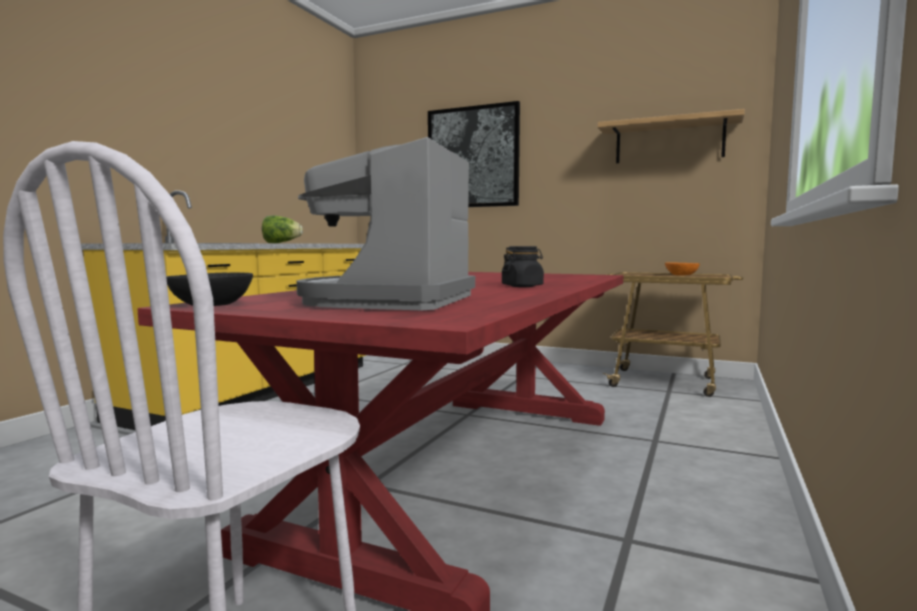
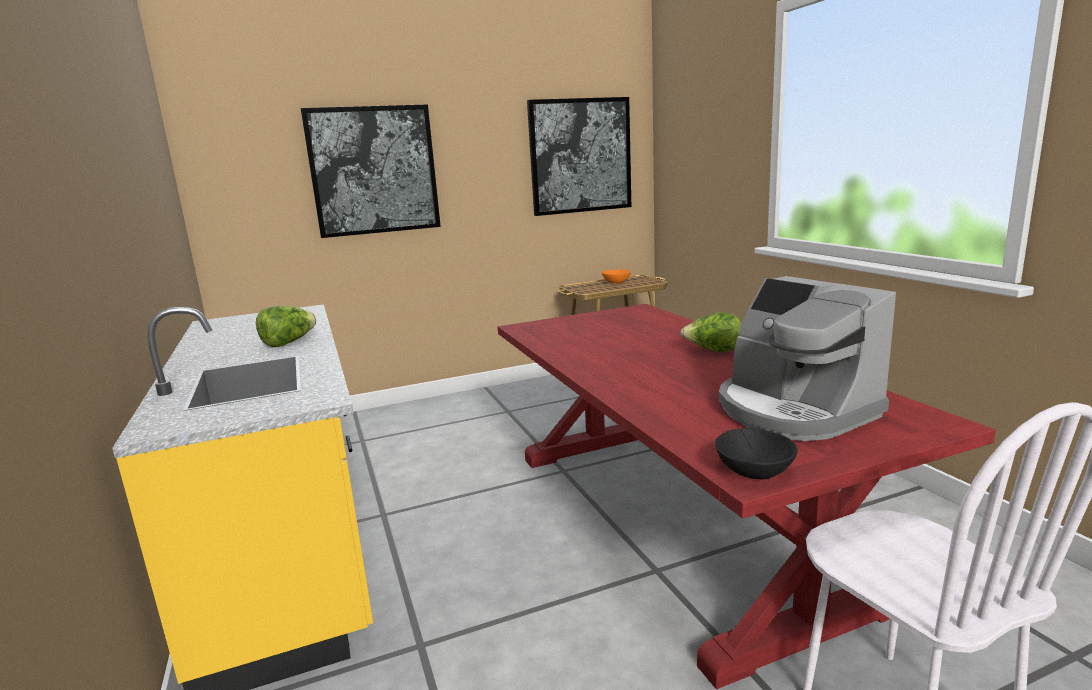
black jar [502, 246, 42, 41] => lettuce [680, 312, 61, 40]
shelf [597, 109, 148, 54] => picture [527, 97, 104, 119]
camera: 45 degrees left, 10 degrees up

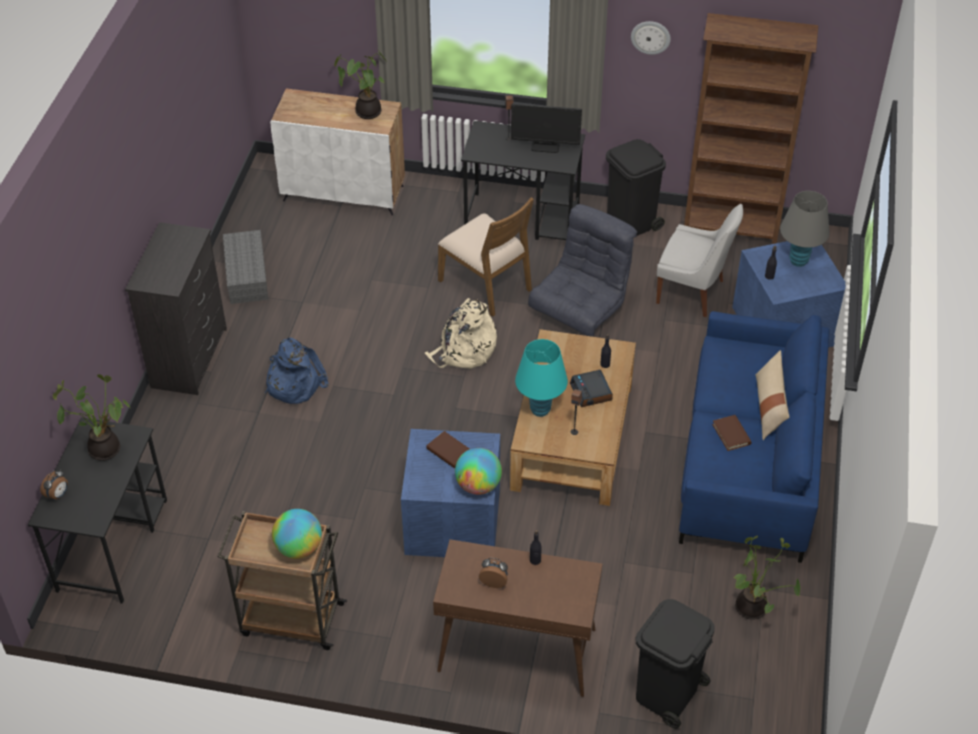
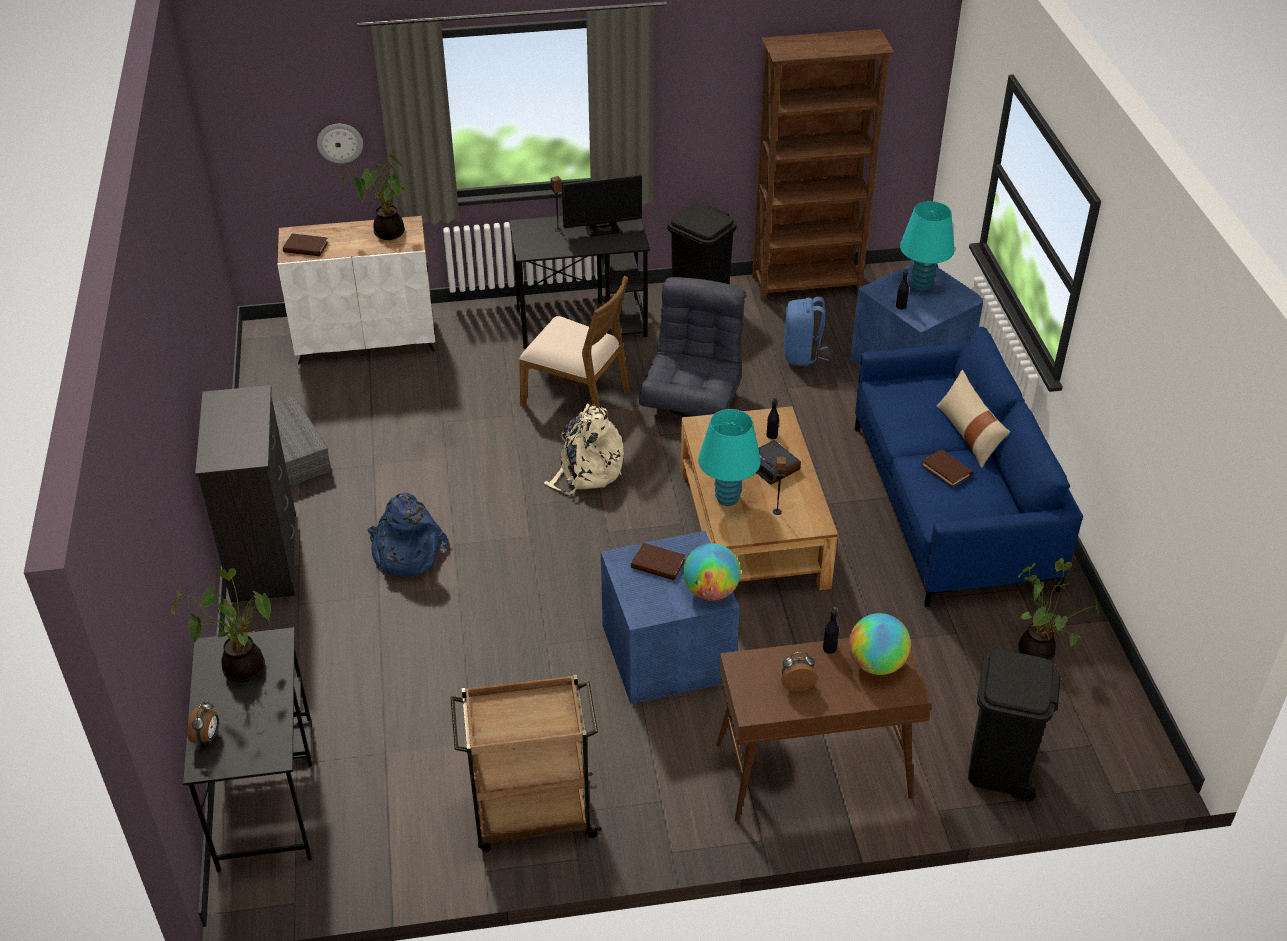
nothing => brown book [283, 234, 45, 22]
globe [272, 509, 50, 50] => globe [849, 613, 62, 62], relocated
wall clock [631, 21, 40, 34] => wall clock [317, 124, 46, 39], relocated
white chair [656, 204, 87, 114] => blue backpack [784, 297, 45, 69]
grey table lamp [780, 191, 49, 76] => turquoise table lamp [900, 201, 55, 90]
camera: 20 degrees left, 5 degrees down

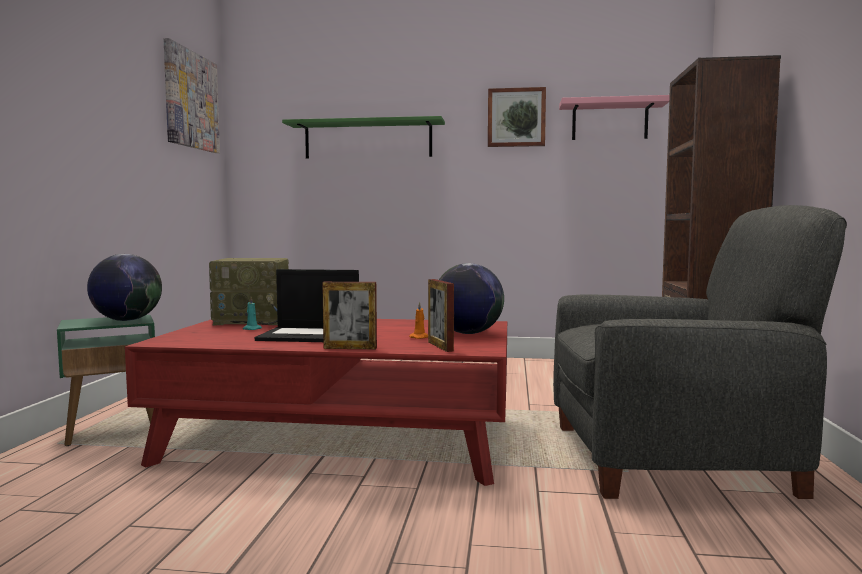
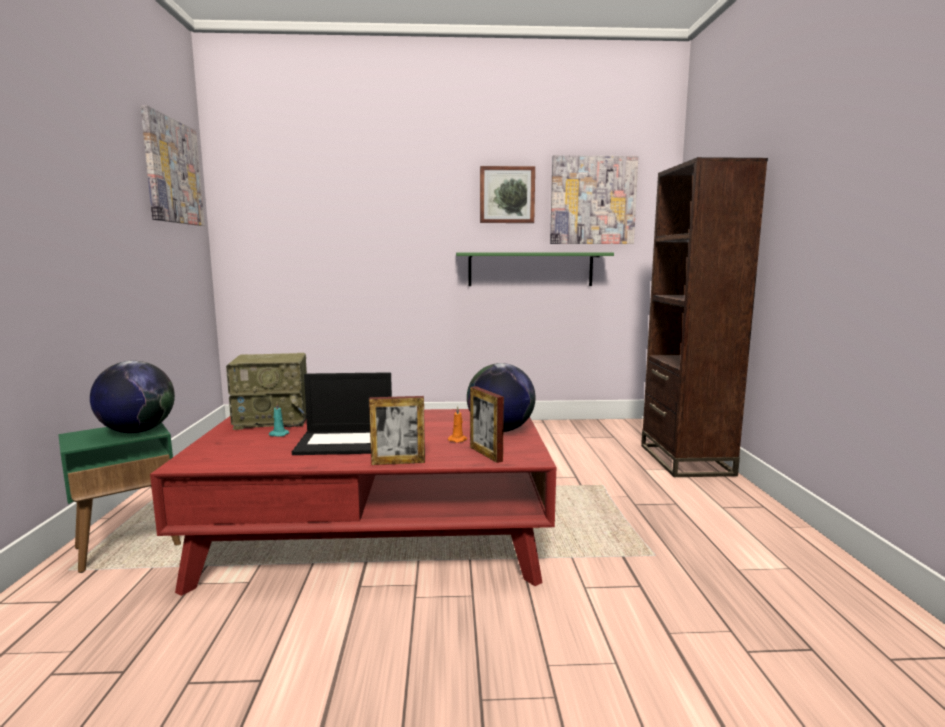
grey armchair [553, 205, 294, 294] => nothing
green shelf [282, 116, 163, 43] => green shelf [456, 252, 158, 34], relocated
pink shelf [559, 95, 111, 45] => picture [550, 155, 89, 89]
camera: 10 degrees left, 5 degrees up

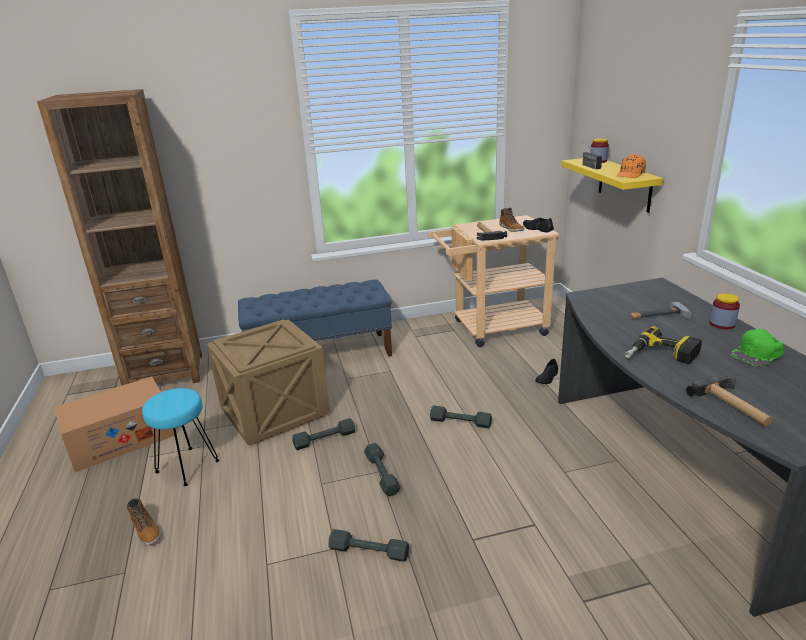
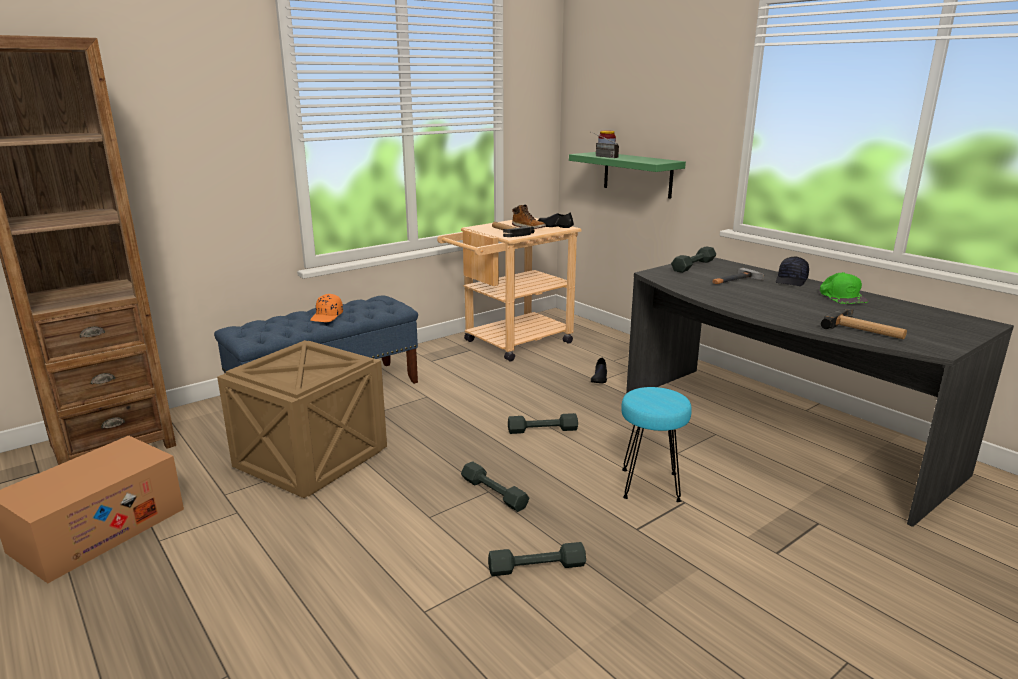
boot [127, 498, 34, 47] => nothing
power drill [625, 326, 77, 38] => nothing
turquoise stool [142, 388, 78, 98] => turquoise stool [621, 387, 71, 115], relocated
grey dumbbell [292, 418, 63, 32] => grey dumbbell [671, 246, 45, 27], relocated
orange cap [616, 154, 30, 24] => orange cap [310, 294, 33, 28], relocated
jar [709, 293, 31, 36] => black cap [776, 257, 33, 29]
yellow shelf [561, 158, 102, 55] => green shelf [569, 152, 117, 47]
green cap [730, 329, 54, 37] => green cap [820, 272, 48, 32], 45 degrees counterclockwise
camera: 25 degrees left, 5 degrees down

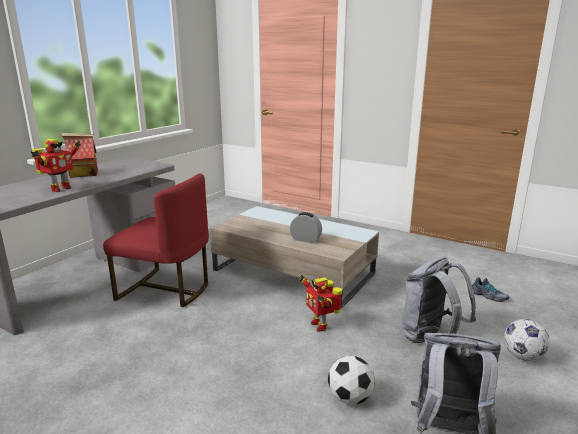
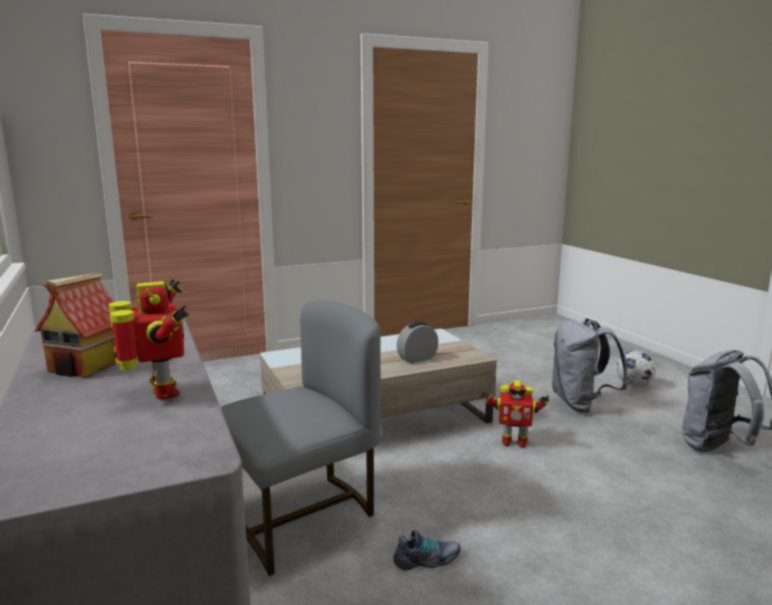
football [328, 356, 47, 49] => nothing
shoe [472, 277, 37, 25] => shoe [393, 530, 68, 40], relocated
red chair [103, 173, 106, 134] => grey chair [220, 300, 161, 276]
camera: 55 degrees left, 5 degrees down

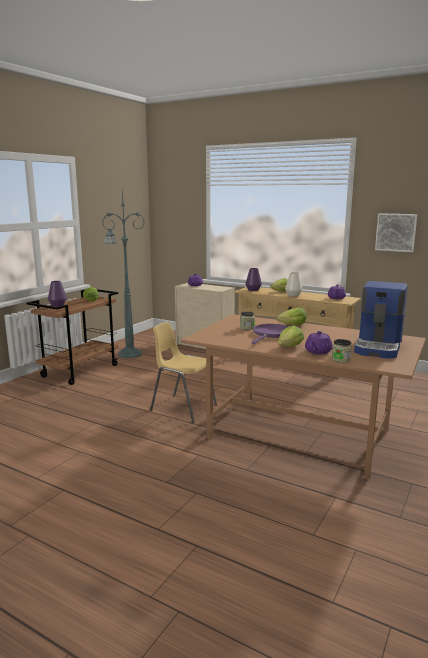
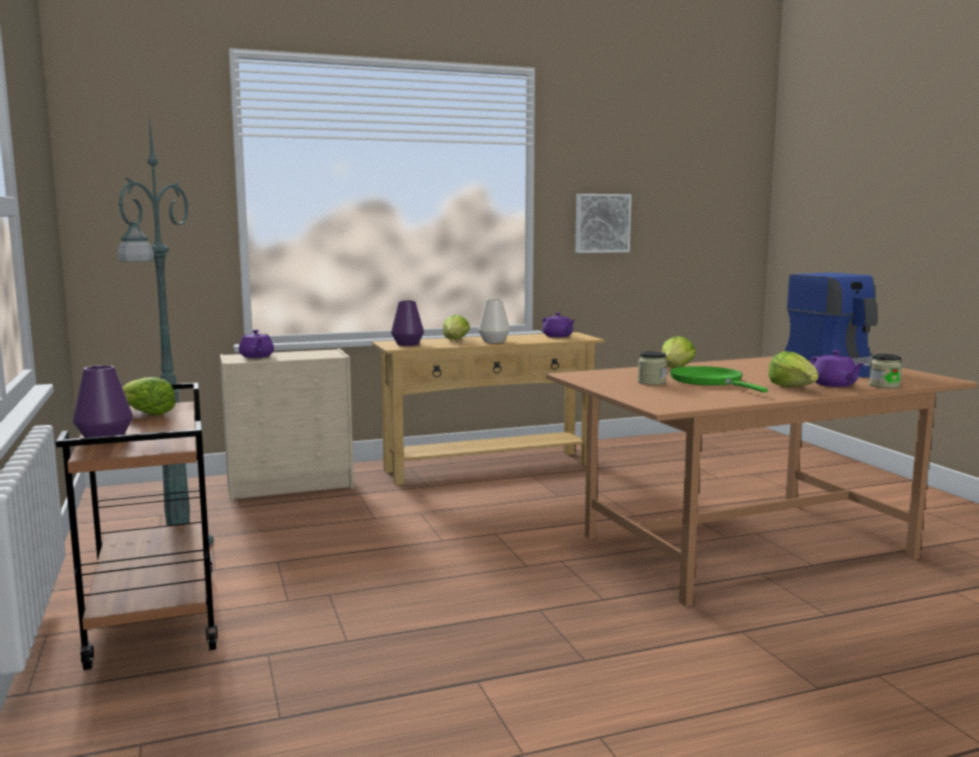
yellow chair [150, 322, 67, 100] => nothing
purple frying pan [252, 324, 37, 20] => green frying pan [669, 366, 99, 26]
camera: 50 degrees left, 5 degrees down

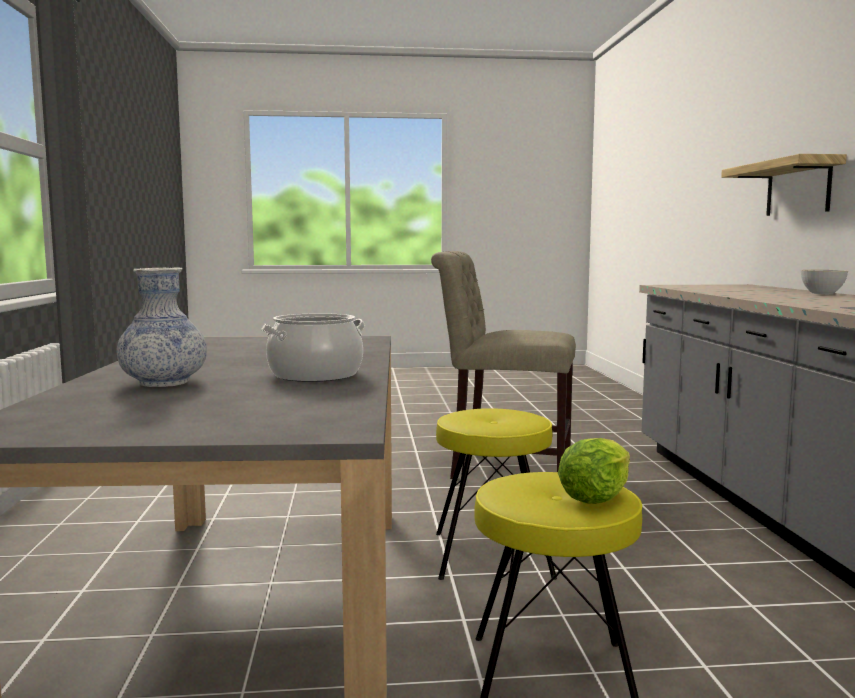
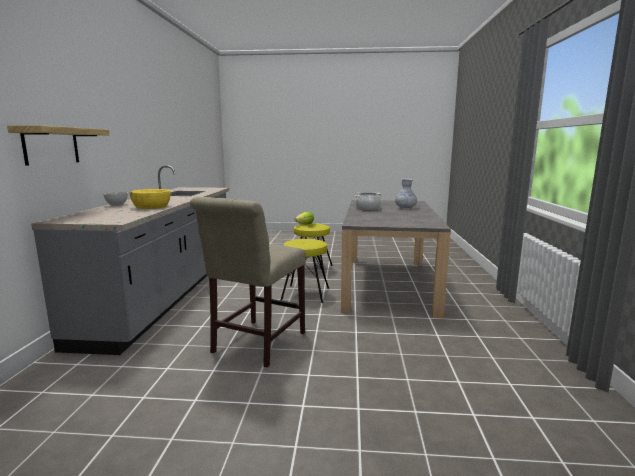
nothing => yellow bowl [130, 189, 41, 20]
beige chair [431, 251, 145, 228] => beige chair [190, 197, 116, 170], 90 degrees clockwise
camera: 170 degrees left, 5 degrees up

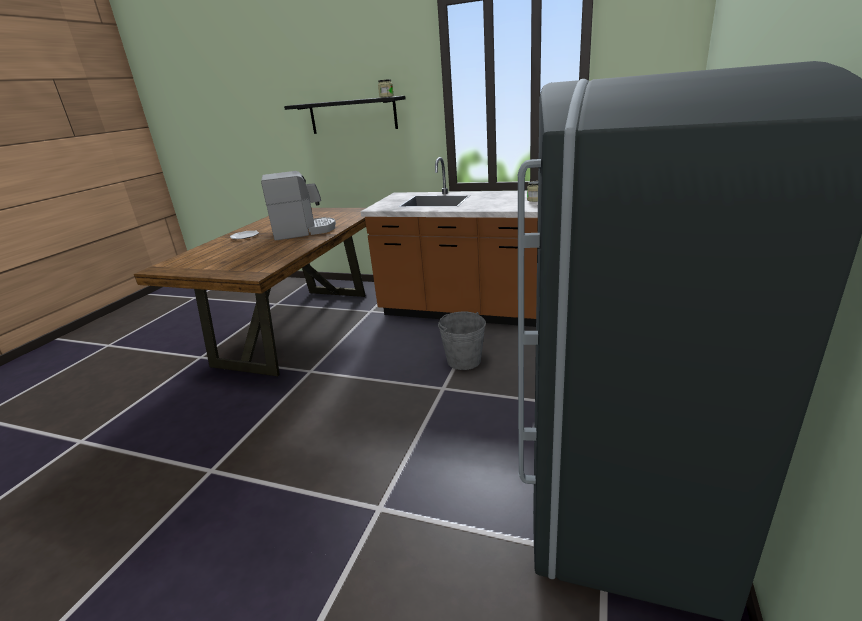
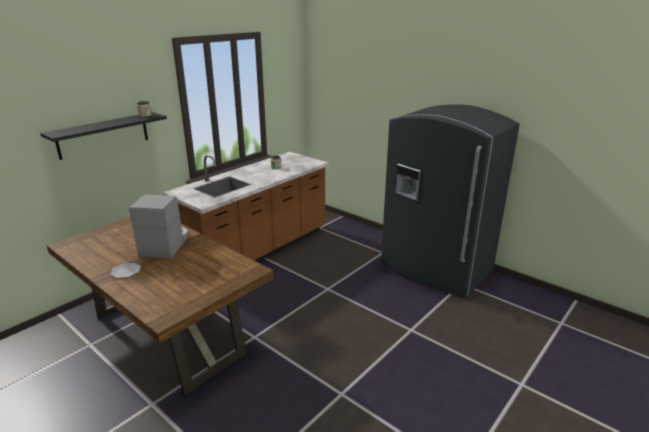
grey bucket [438, 311, 48, 59] => nothing
camera: 70 degrees left, 0 degrees up

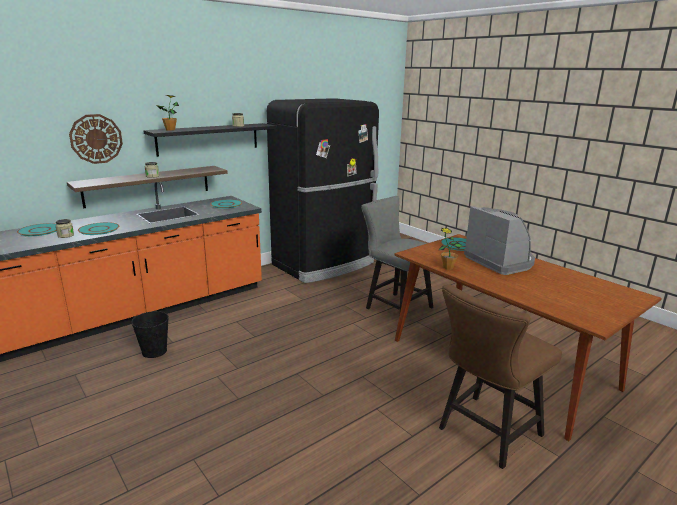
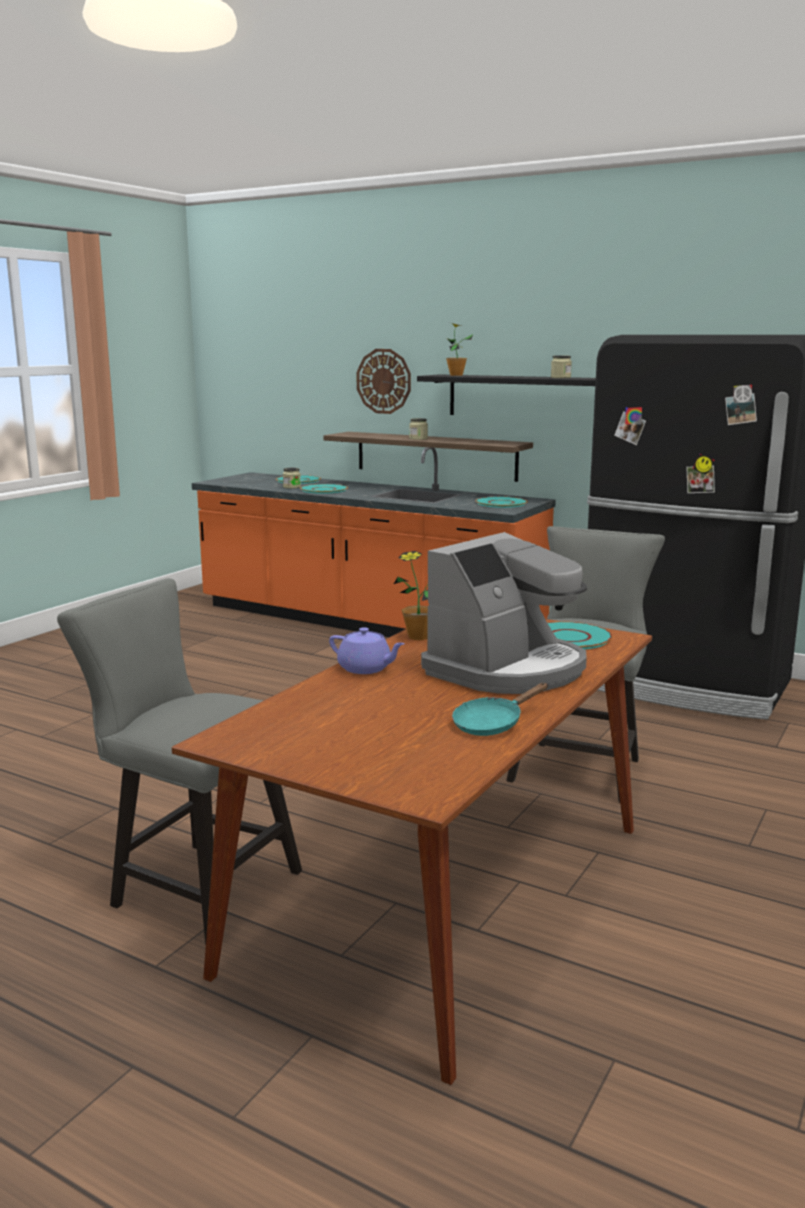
black bucket [131, 311, 38, 47] => nothing
nothing => purple teapot [329, 627, 76, 47]
nothing => turquoise frying pan [452, 683, 96, 53]
brown chair [439, 284, 123, 185] => grey chair [57, 578, 245, 367]
camera: 70 degrees right, 5 degrees down

